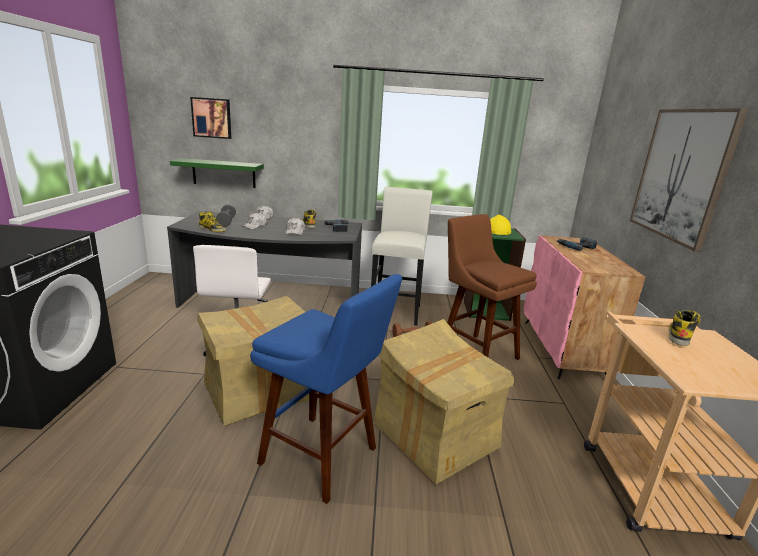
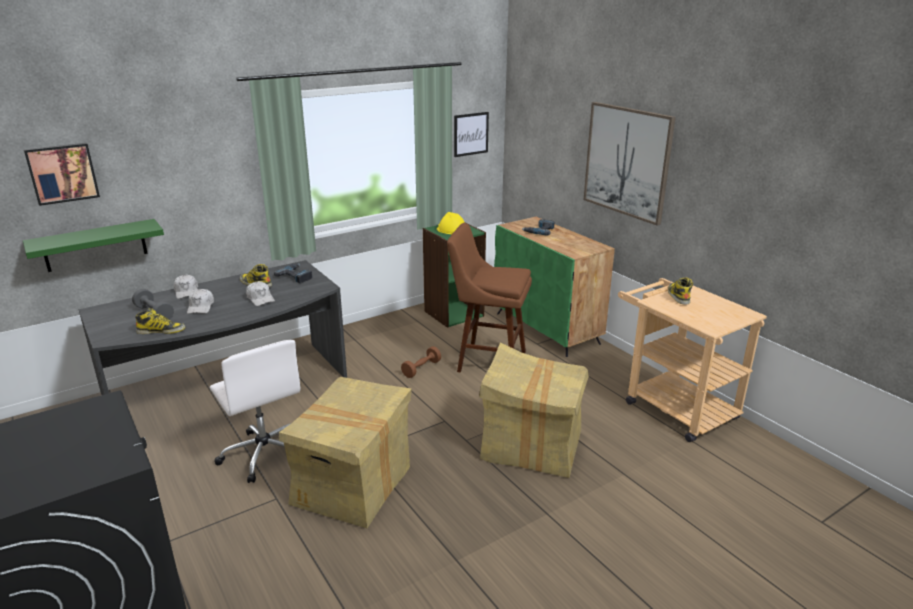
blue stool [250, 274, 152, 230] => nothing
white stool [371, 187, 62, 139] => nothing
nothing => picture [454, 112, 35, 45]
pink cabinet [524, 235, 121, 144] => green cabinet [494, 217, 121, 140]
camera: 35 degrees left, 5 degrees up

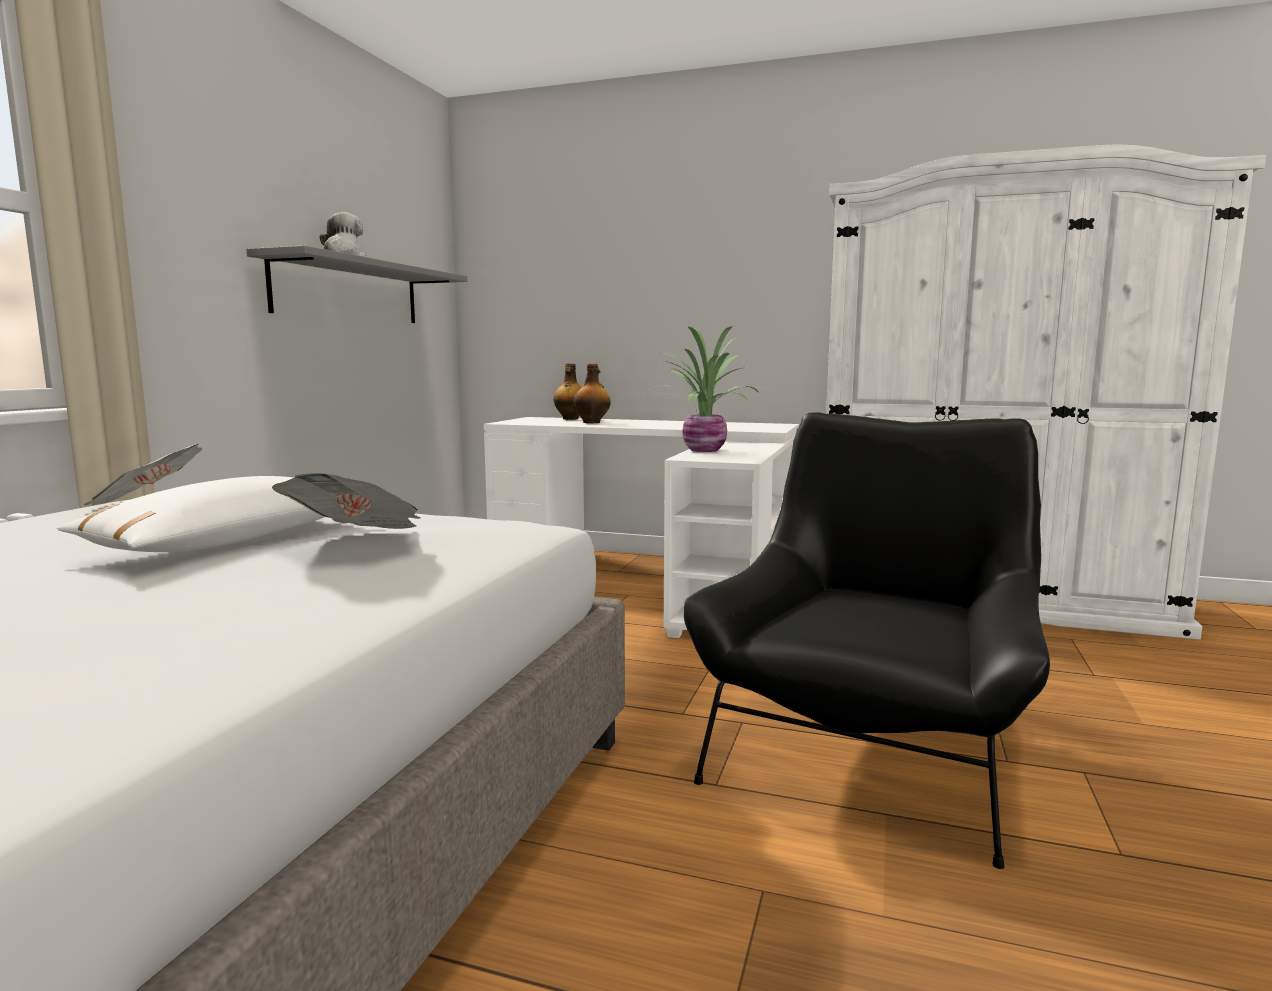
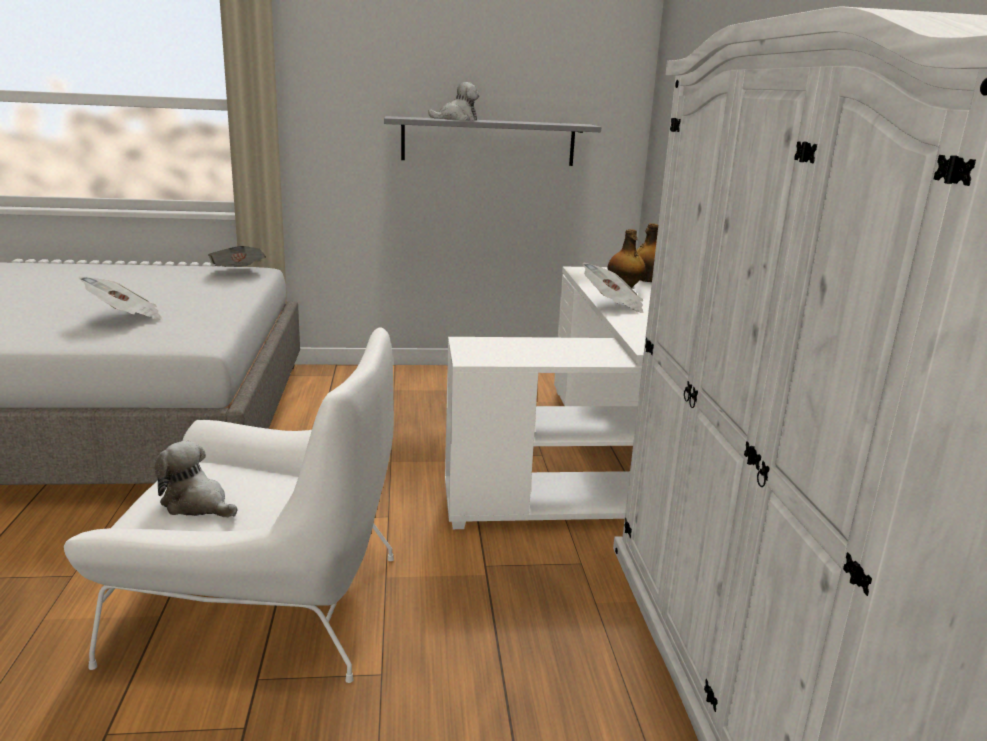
white pillow [57, 476, 268, 76] => nothing
potted plant [641, 326, 132, 126] => nothing
nothing => plush toy [154, 441, 83, 76]
nothing => newspaper [582, 263, 61, 50]
black armchair [684, 412, 366, 457] => white armchair [64, 327, 330, 356]
camera: 65 degrees right, 10 degrees up

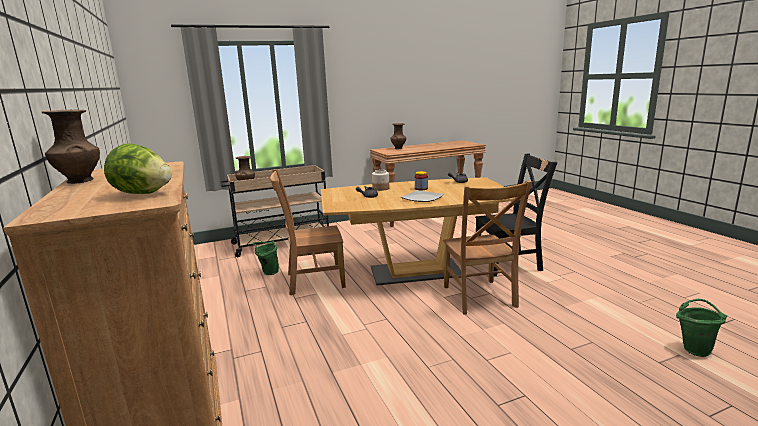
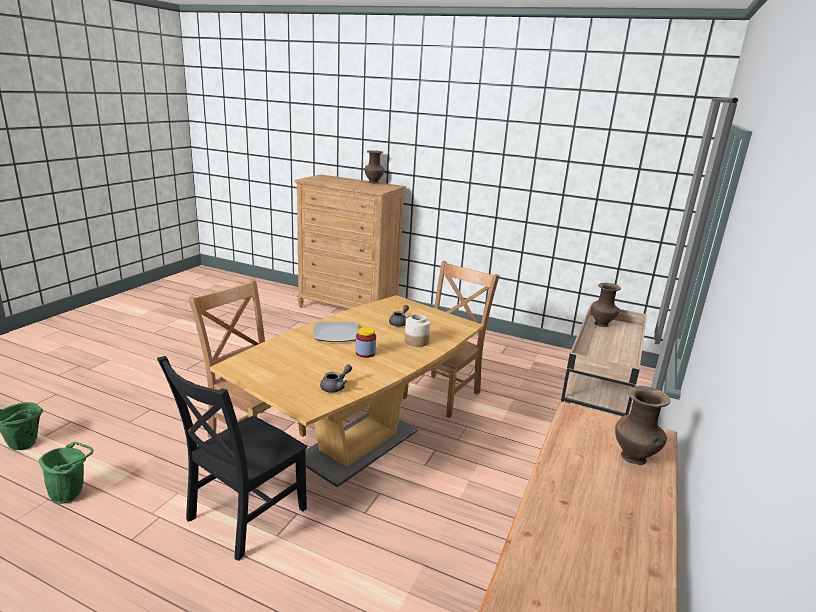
lettuce [104, 143, 68, 51] => nothing
green bucket [252, 241, 27, 34] => green bucket [39, 442, 54, 62], relocated
camera: 135 degrees right, 5 degrees up

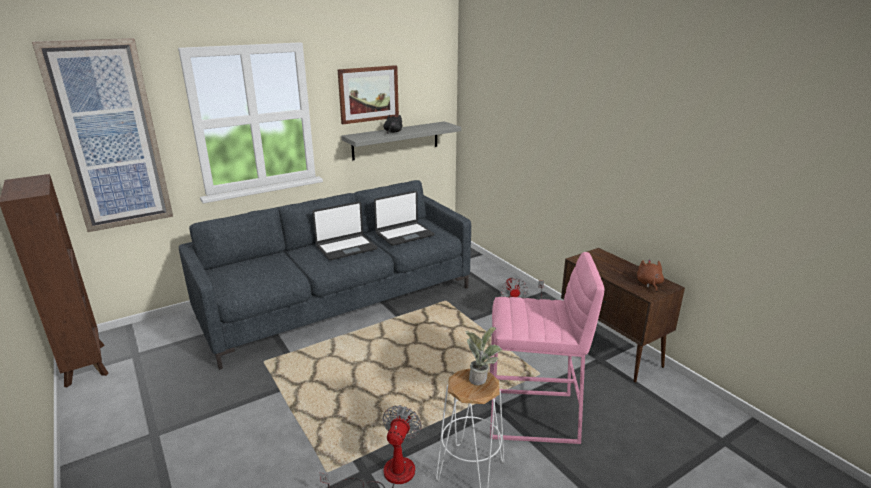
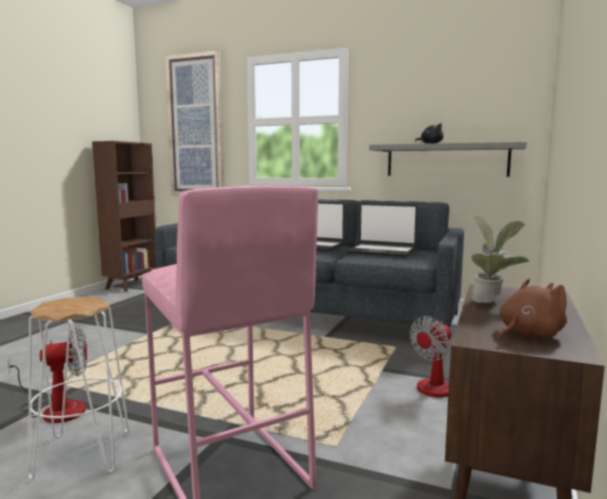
picture [338, 65, 61, 59] => nothing
potted plant [466, 327, 36, 58] => potted plant [471, 216, 59, 87], relocated
camera: 55 degrees right, 15 degrees down

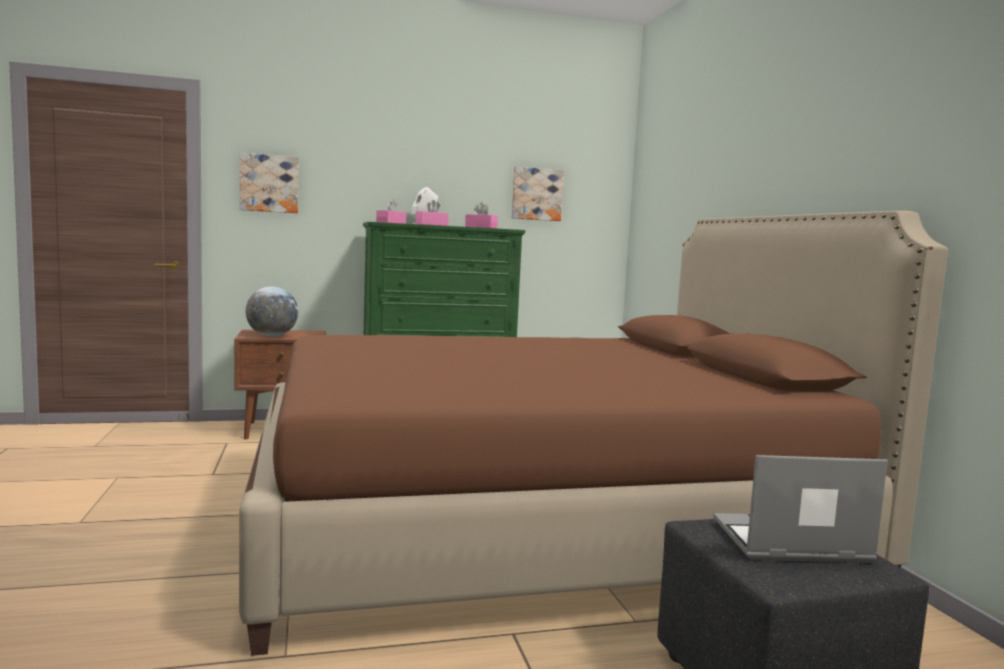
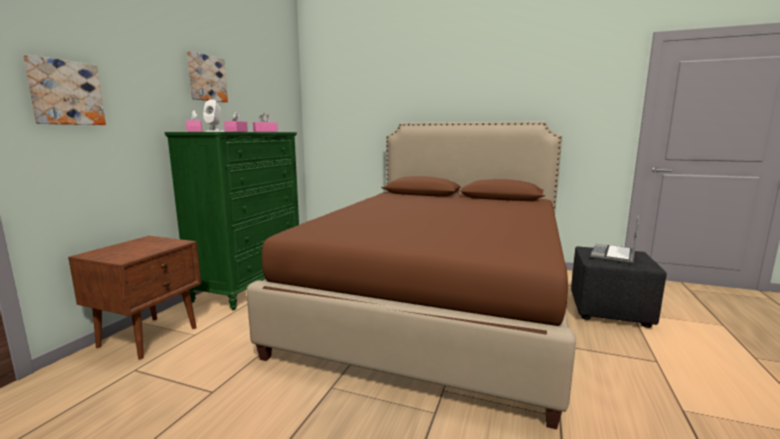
globe [246, 287, 52, 50] => nothing
picture [512, 167, 52, 54] => picture [187, 51, 41, 51], relocated
camera: 55 degrees left, 5 degrees up

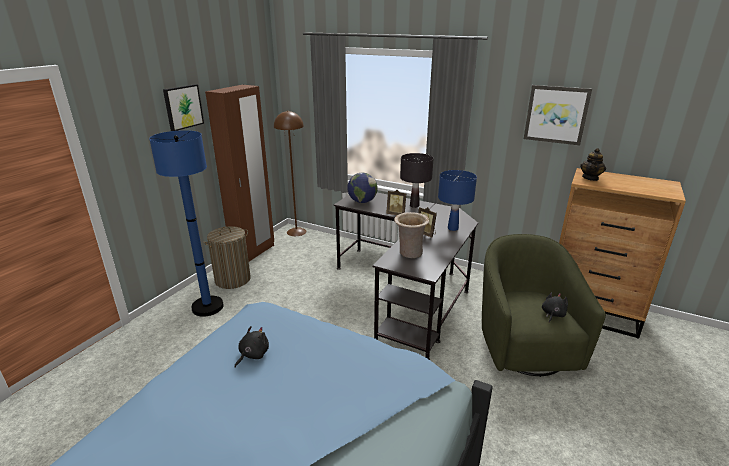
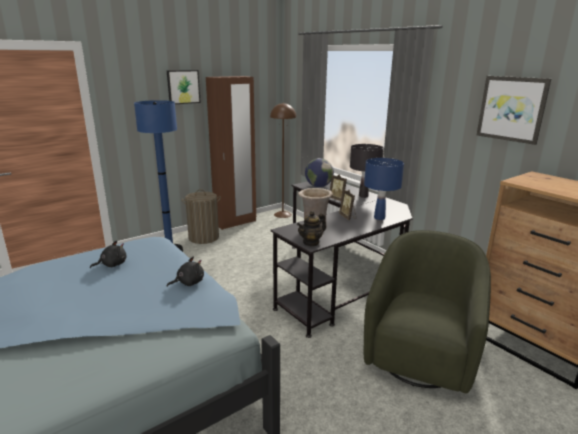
black plush toy [542, 292, 26, 31] => black plush toy [166, 257, 38, 30], relocated
teapot [580, 148, 26, 33] => teapot [297, 211, 29, 35], relocated
camera: 25 degrees right, 5 degrees down

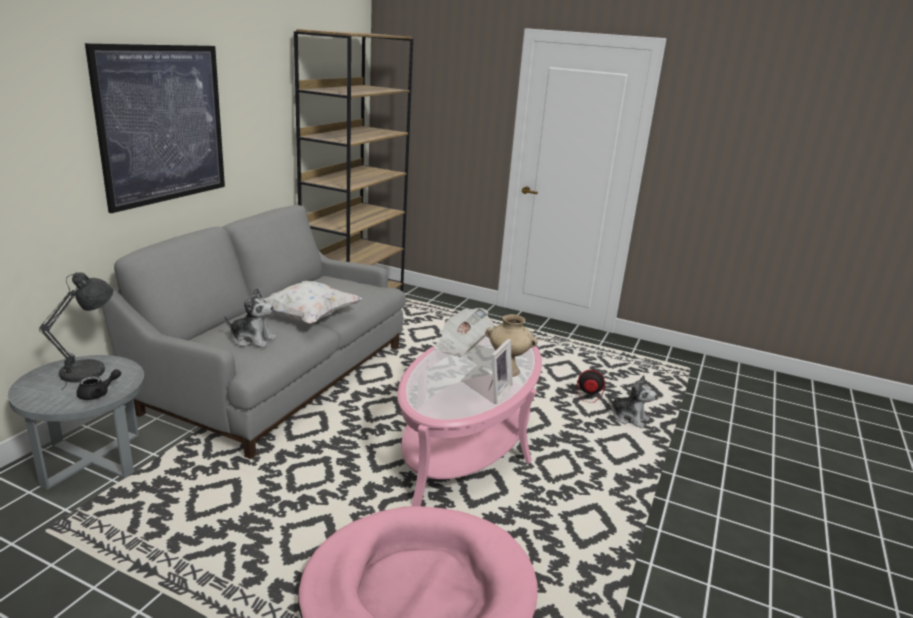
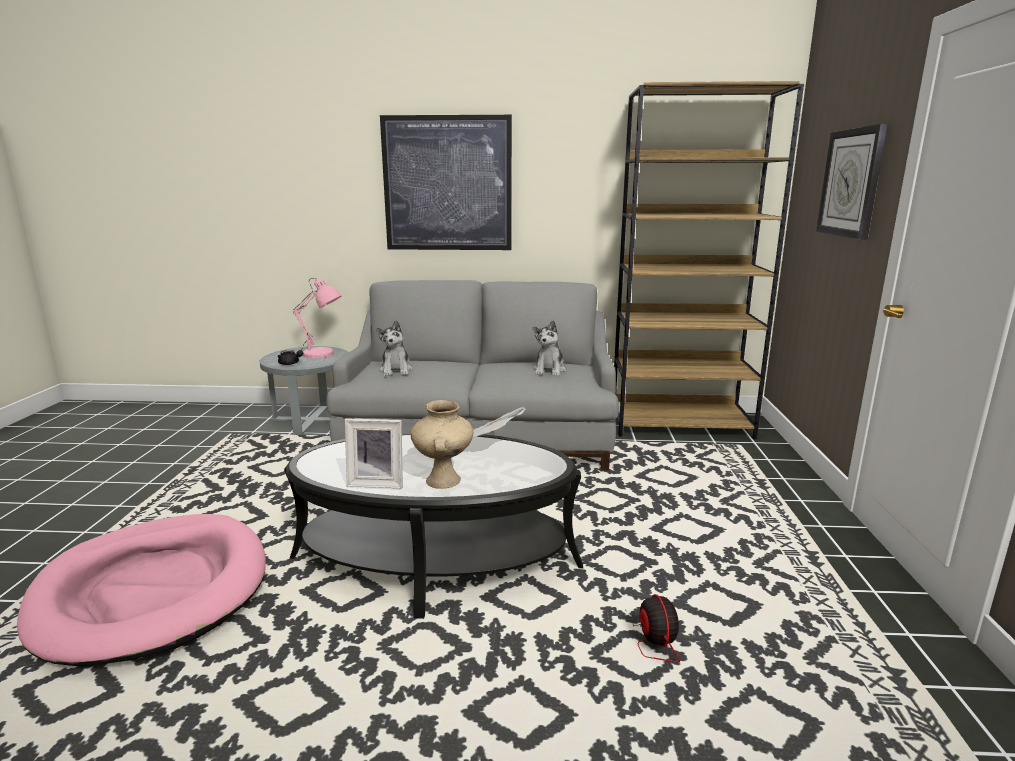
white pillow [264, 281, 98, 43] => nothing
nothing => wall clock [816, 124, 72, 116]
plush toy [608, 375, 48, 53] => plush toy [533, 321, 33, 55], relocated
grey table lamp [39, 272, 74, 118] => pink table lamp [293, 278, 49, 80]
pink coffee table [397, 336, 145, 170] => black coffee table [284, 432, 299, 187]
camera: 70 degrees right, 5 degrees down

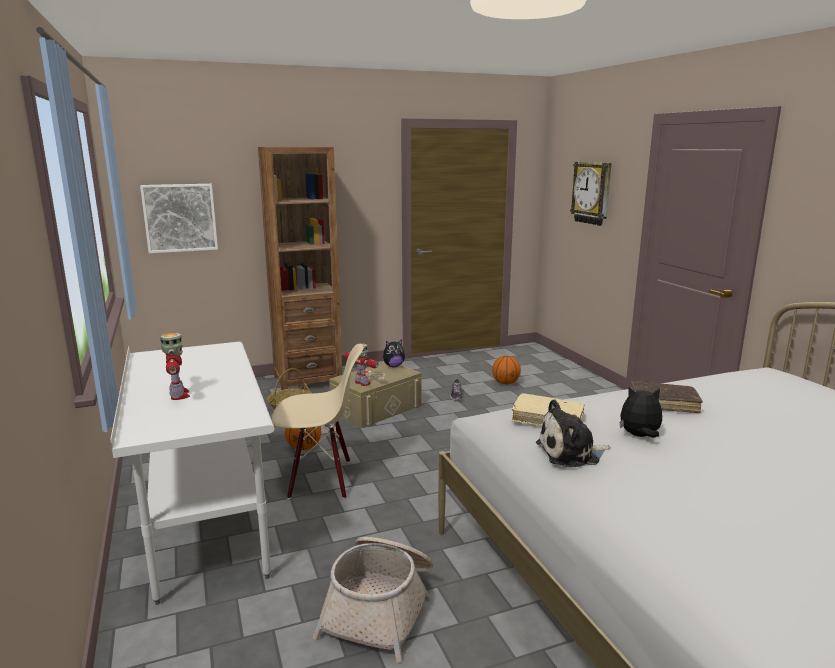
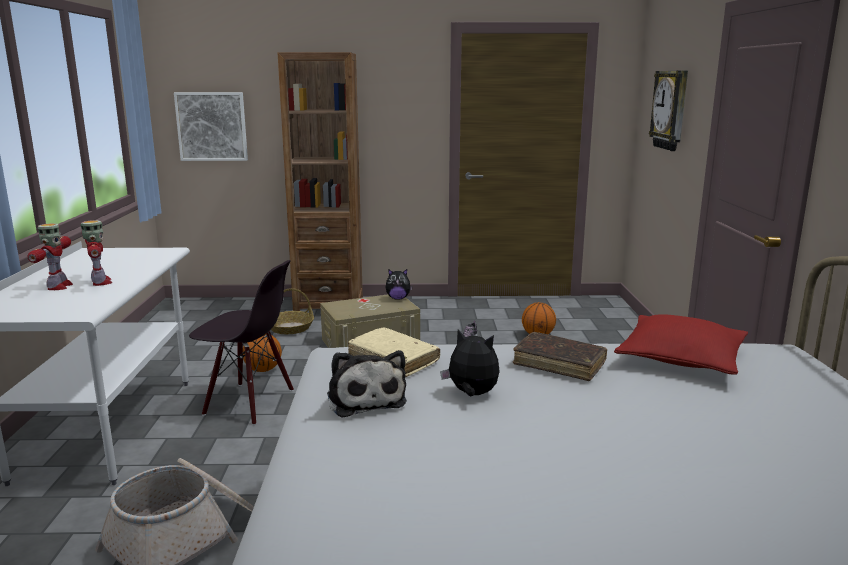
nothing => red pillow [614, 314, 134, 61]
toy robot [344, 343, 35, 43] => toy robot [80, 220, 32, 66], relocated
beige chair [271, 344, 93, 155] => black chair [189, 260, 105, 165]
plush toy [536, 399, 75, 69] => plush toy [327, 350, 80, 68], 120 degrees counterclockwise
camera: 20 degrees right, 0 degrees up

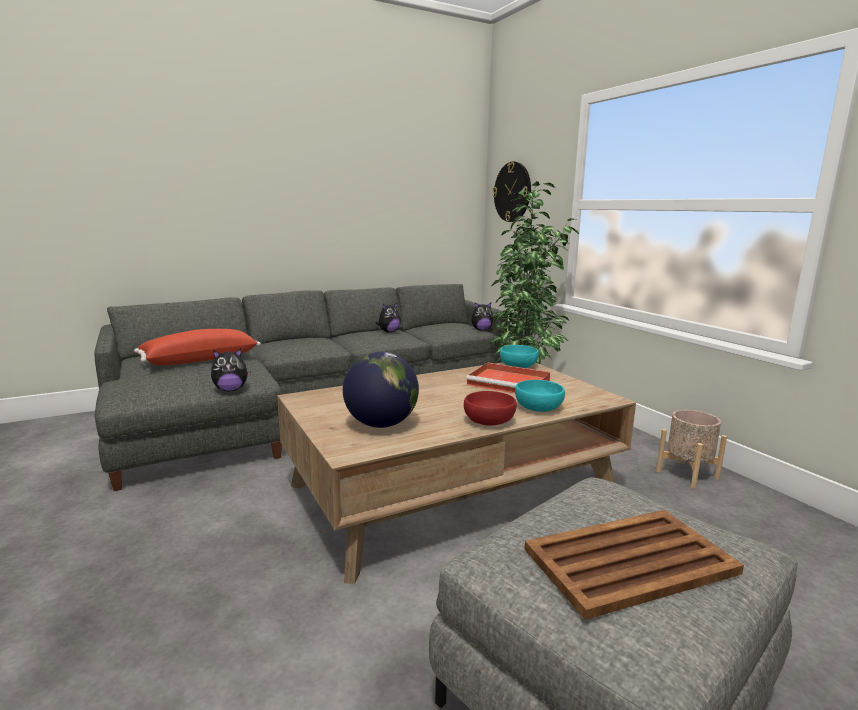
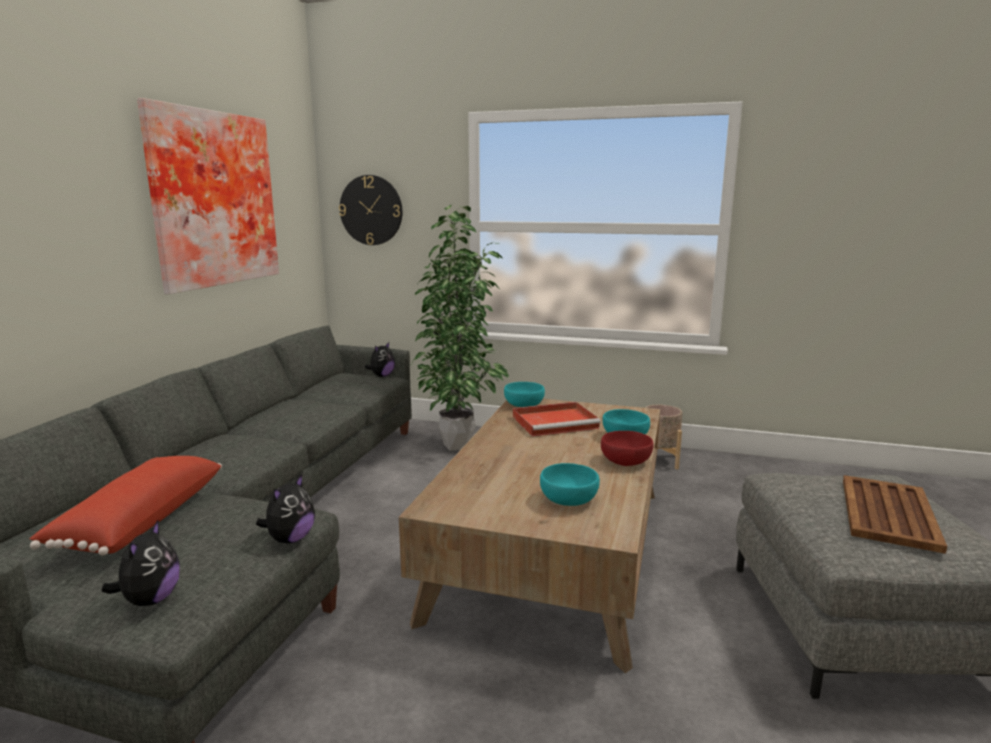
nothing => picture [137, 98, 142, 196]
plush toy [376, 303, 25, 30] => plush toy [101, 519, 79, 87], relocated
globe [343, 352, 76, 76] => turquoise bowl [540, 463, 60, 43]
camera: 45 degrees left, 0 degrees up

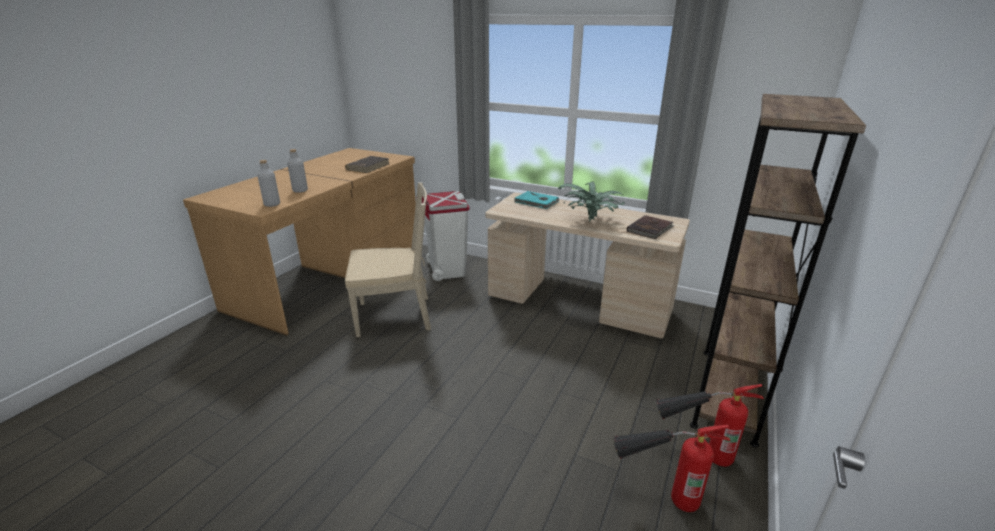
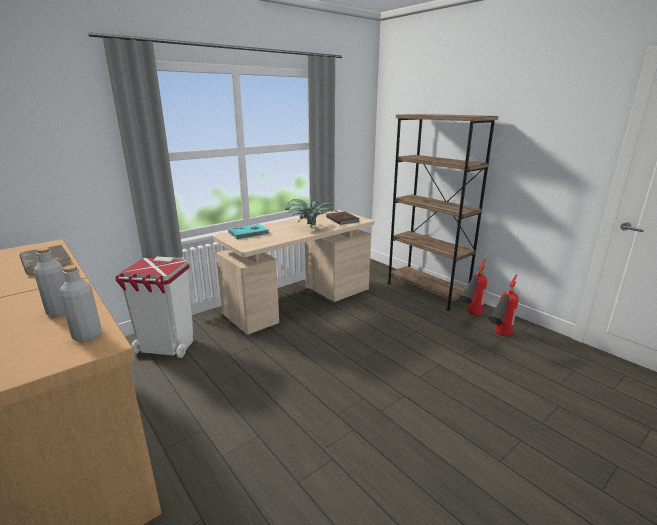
beige chair [345, 183, 86, 154] => nothing
camera: 65 degrees left, 5 degrees down

